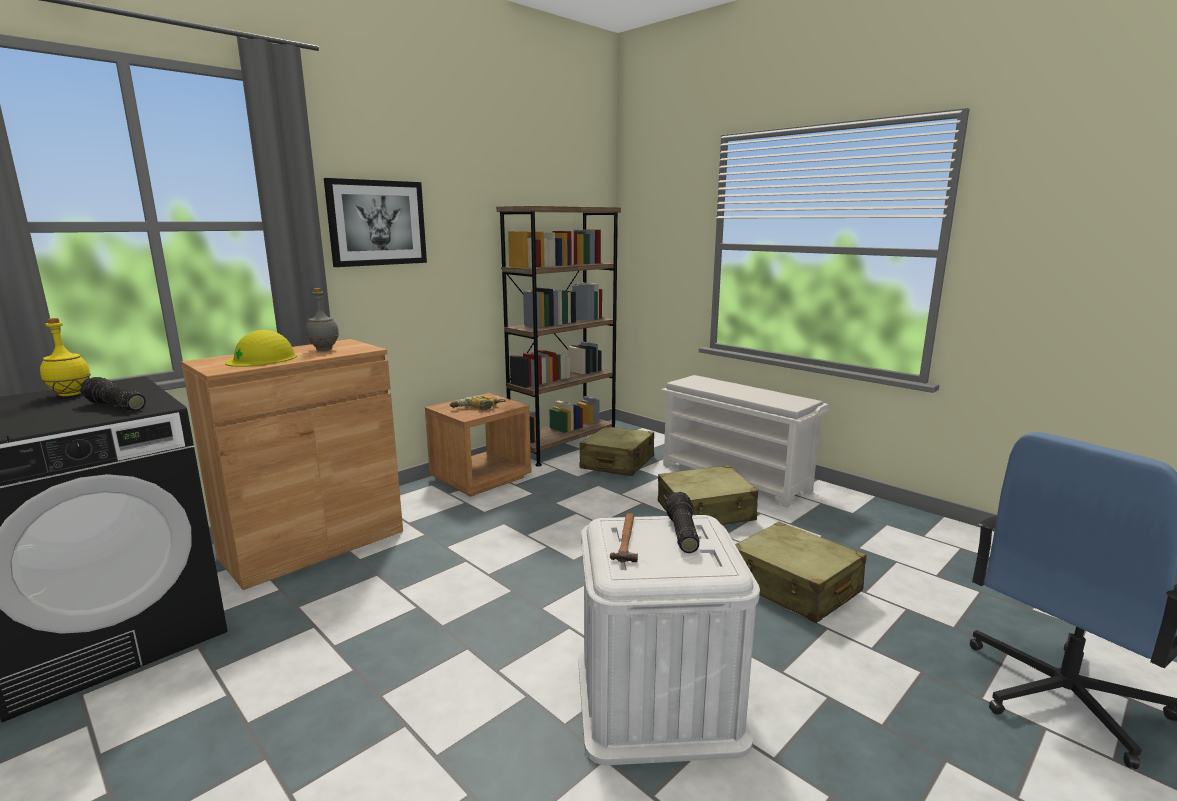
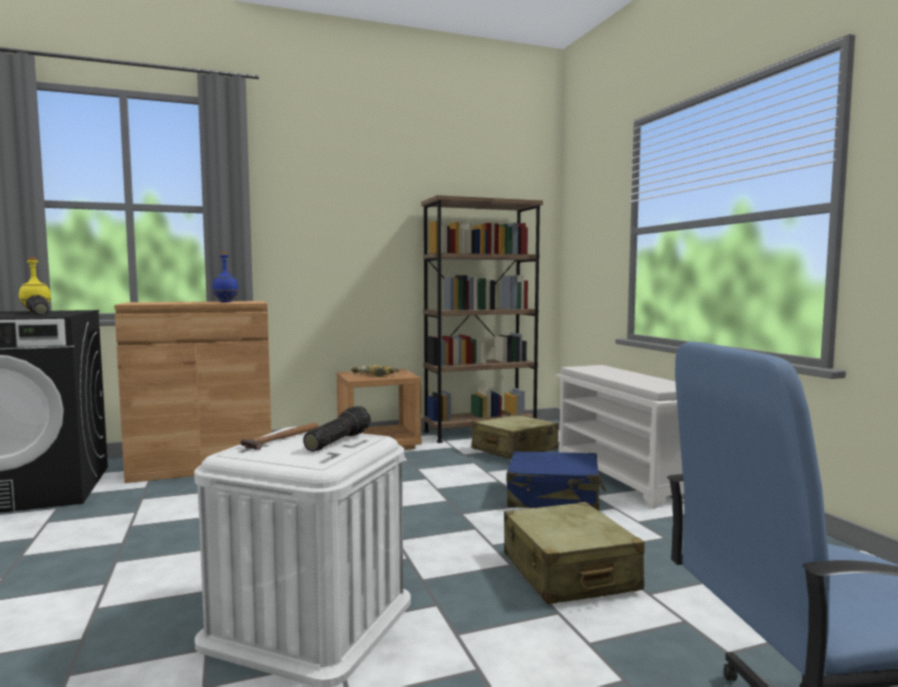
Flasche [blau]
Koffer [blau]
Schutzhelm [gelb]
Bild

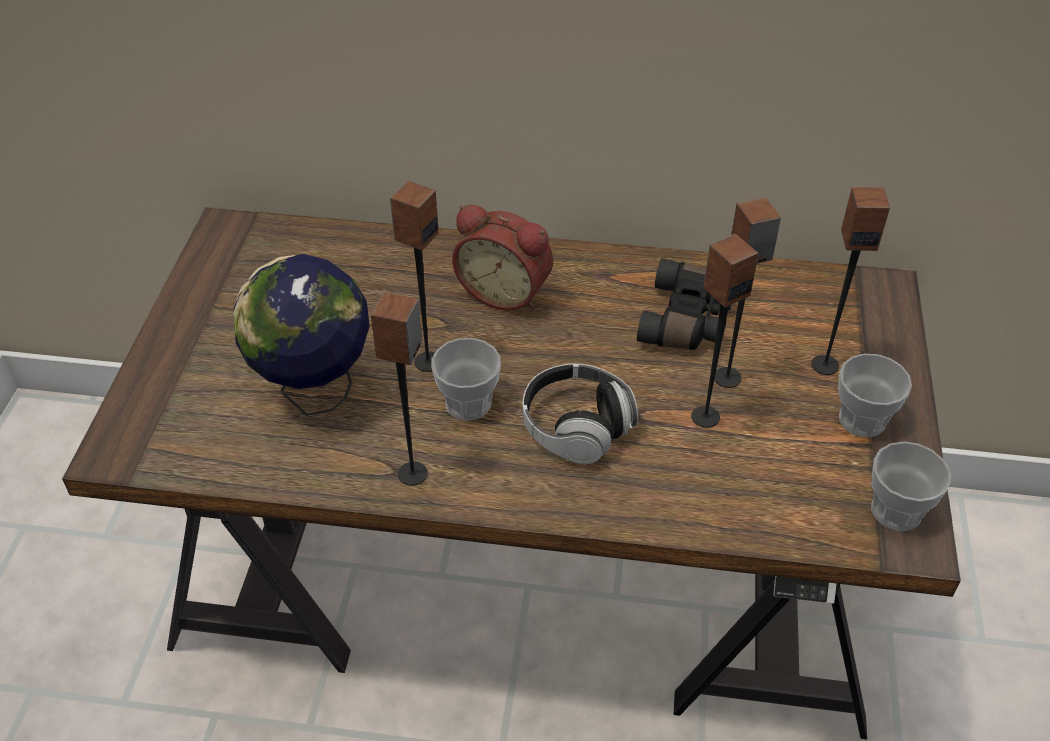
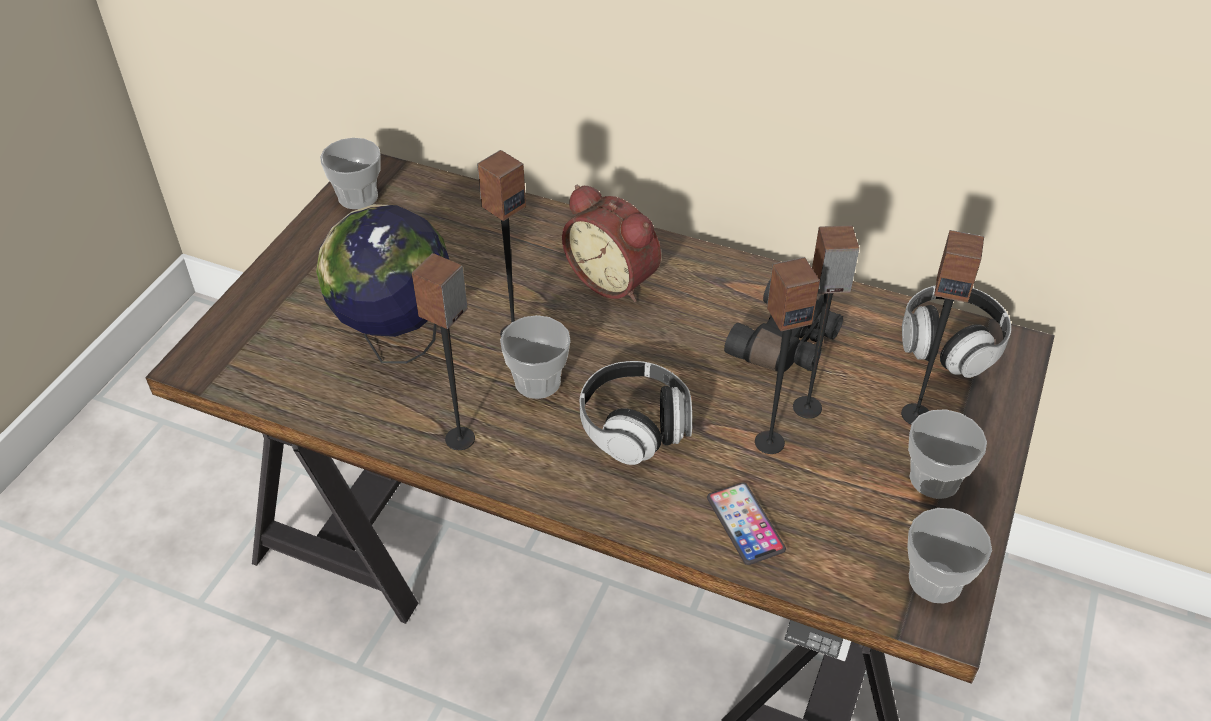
Tasse (no. 1 from left)
Handy
Kopfhörer (no. 2 from left)

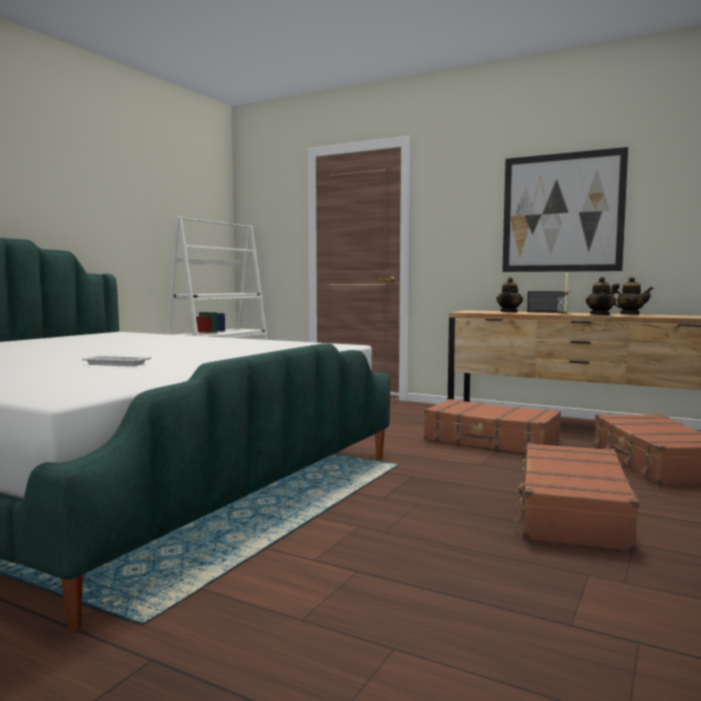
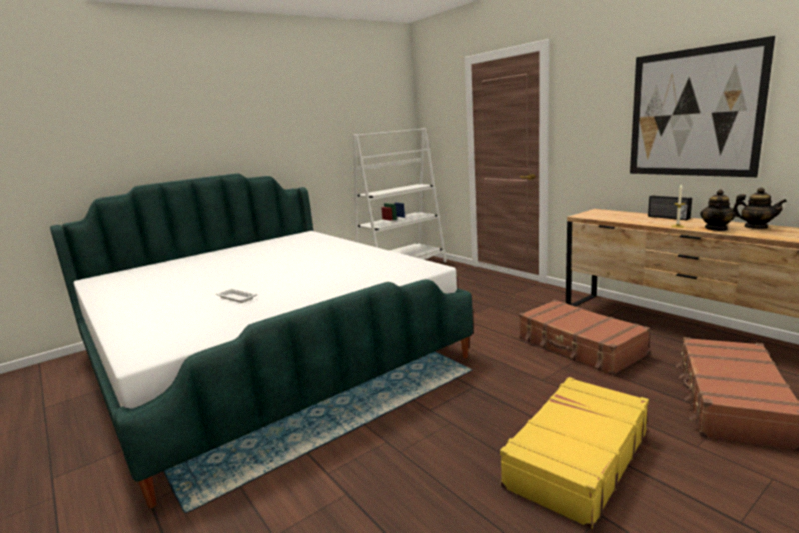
Koffer [gelb]
Teekanne (no. 1 from left in the first image)

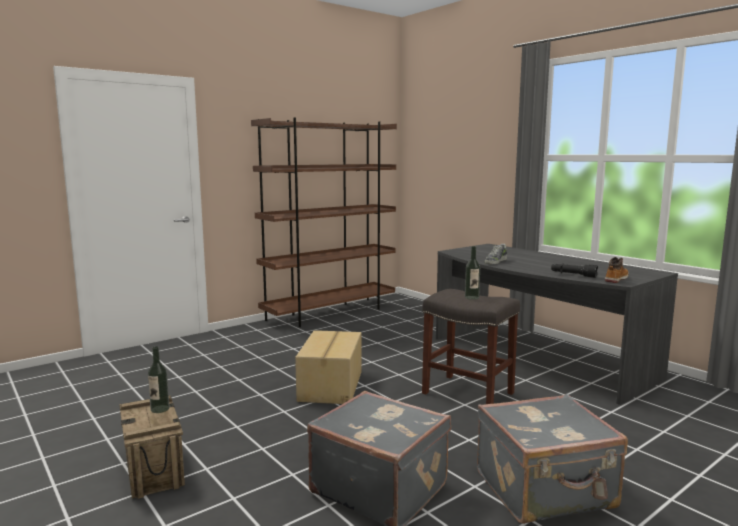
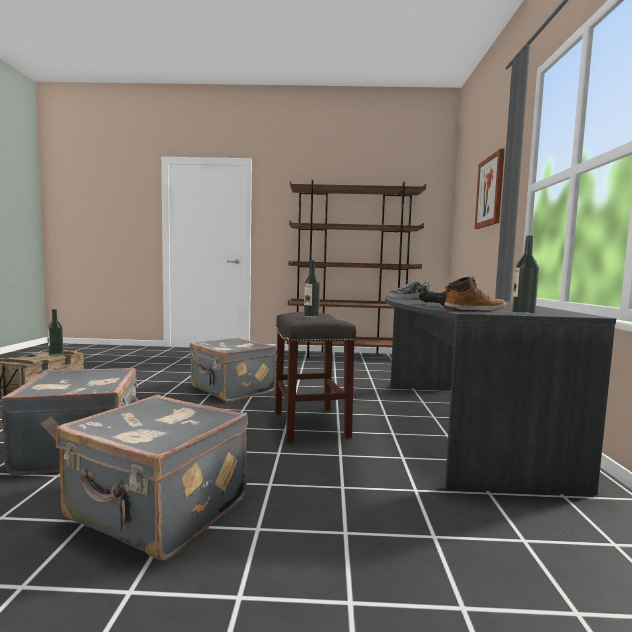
Koffer [grau] (no. 3 from left)
Bild
Flasche (no. 3 from left)

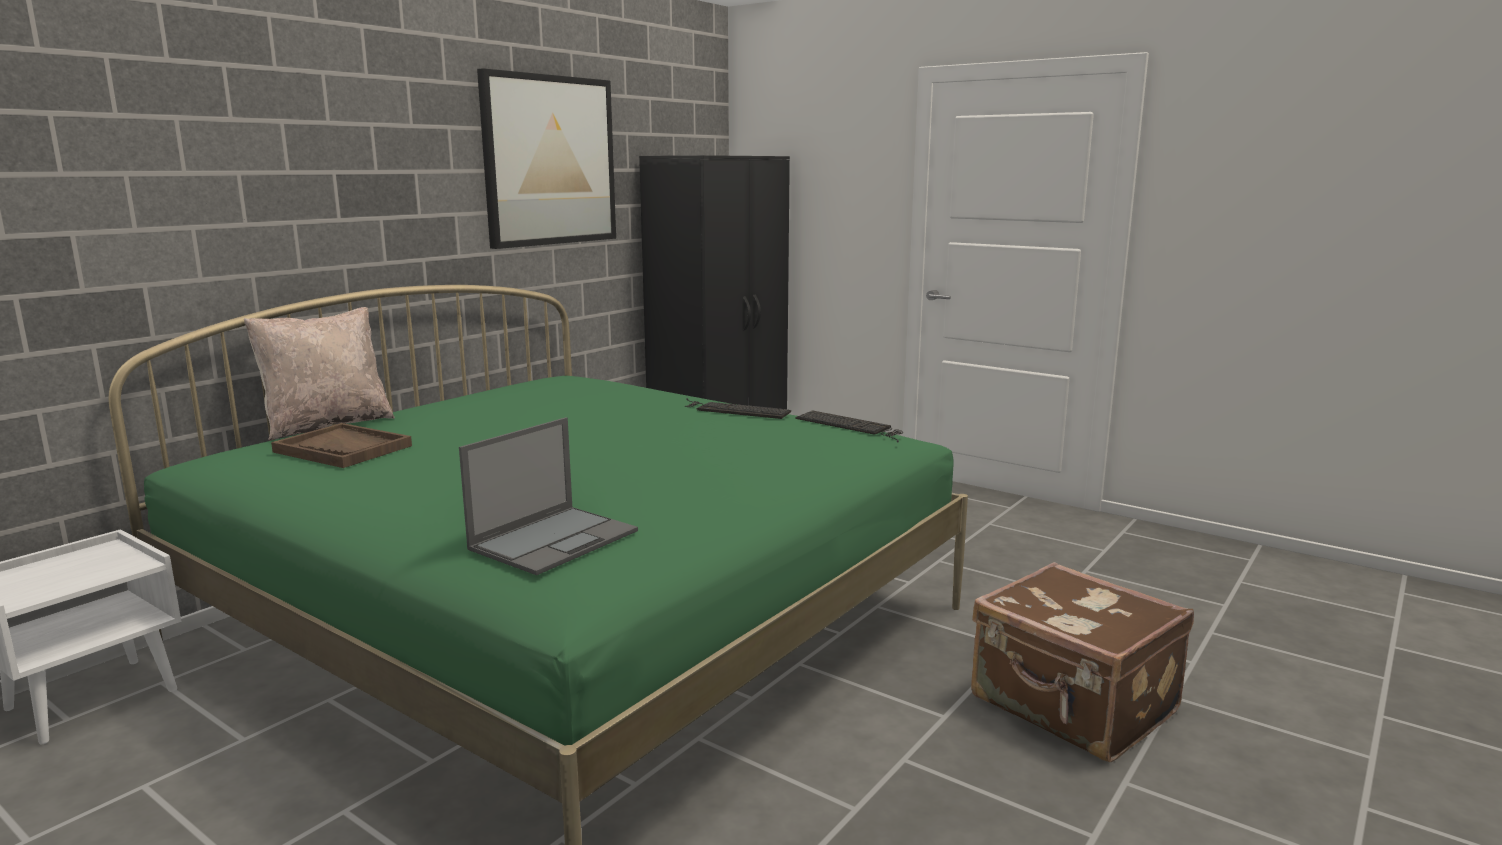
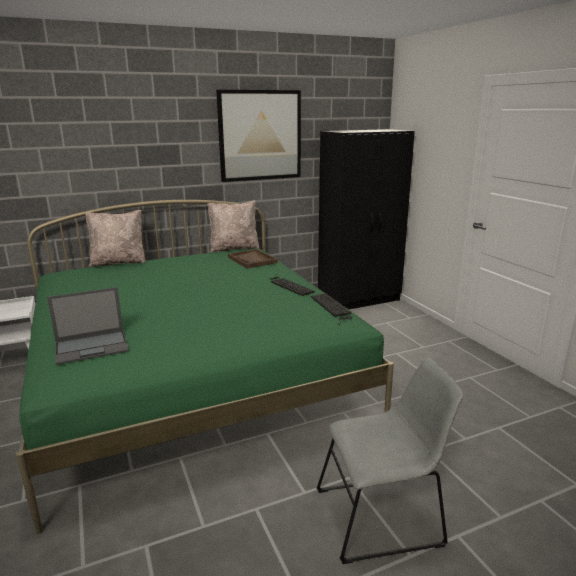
Kissen [beige] (no. 2 from left)
Tablett [braun]
Stuhl [grau]

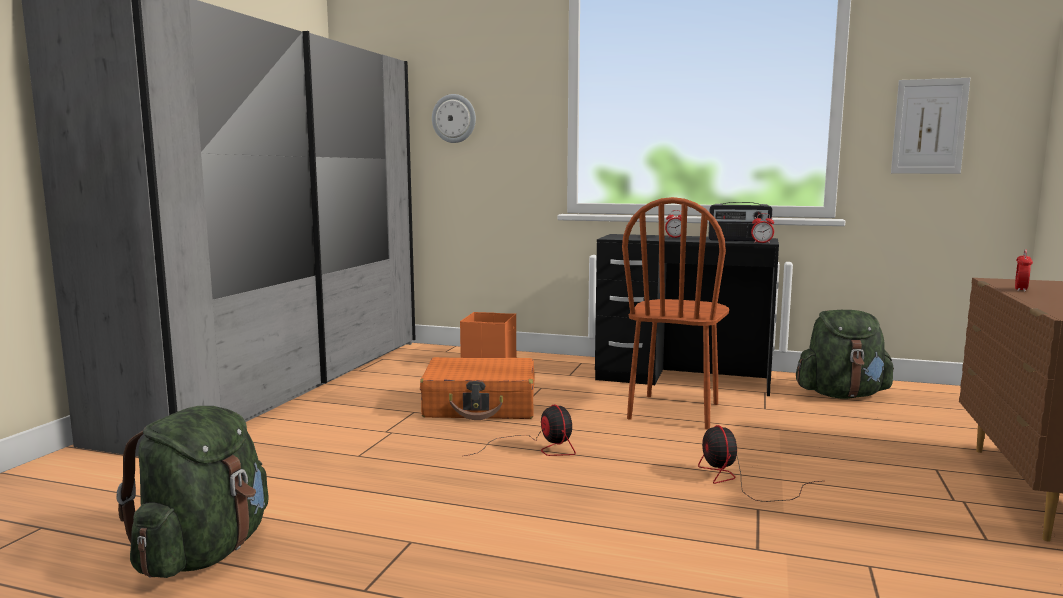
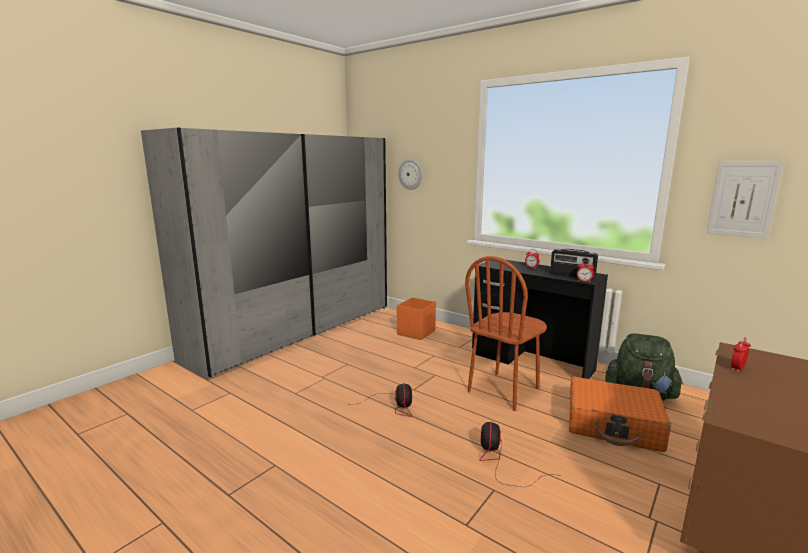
Koffer [orange]
Rucksack [grün] (no. 1 from left in the first image)

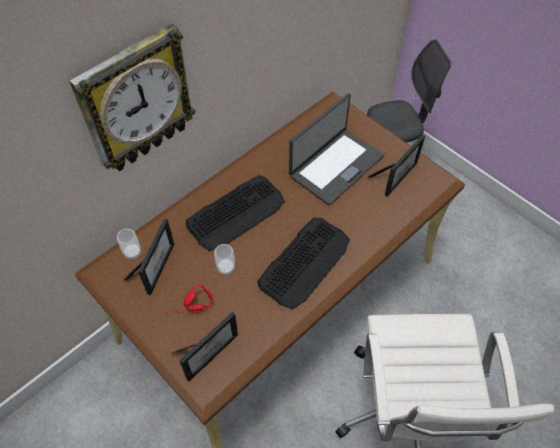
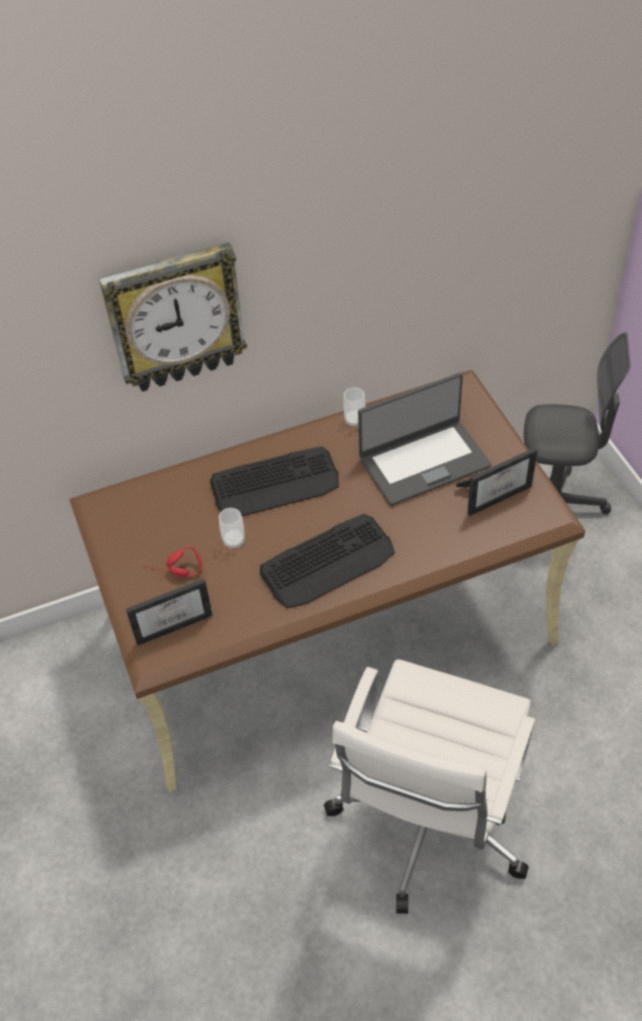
Tasse (no. 2 from left)
Bilderrahmen (no. 1 from left in the first image)

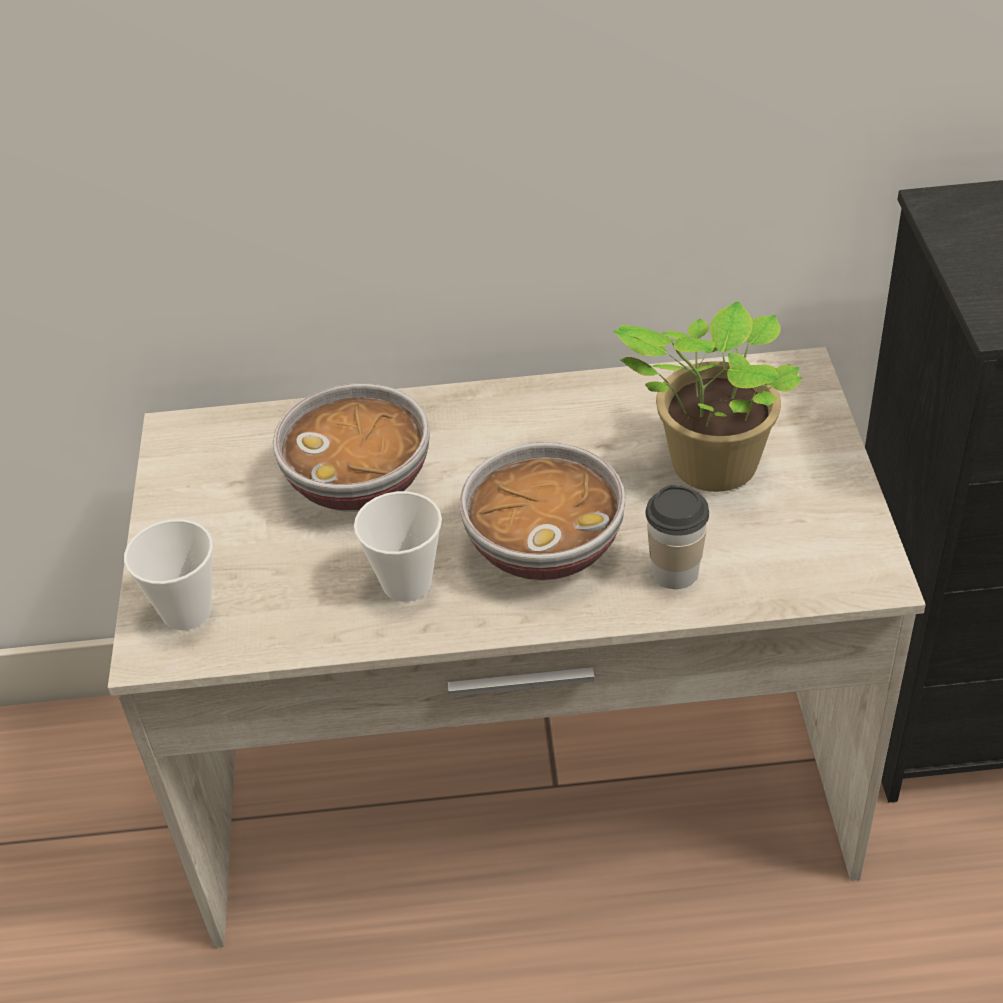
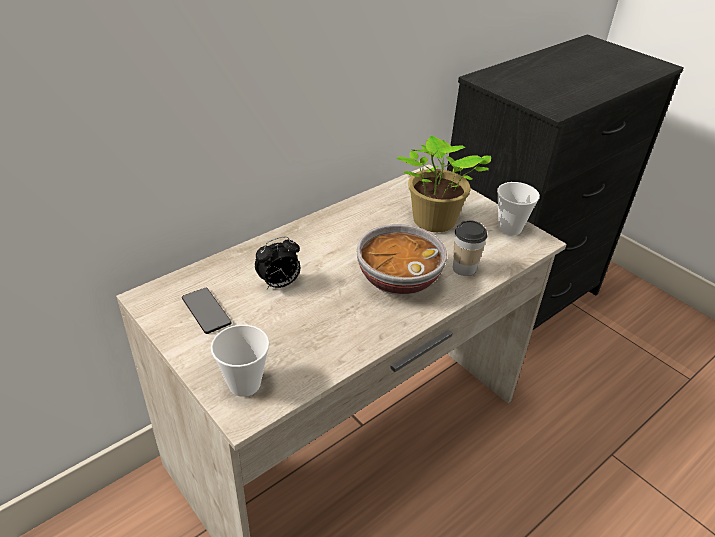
Handy
Wecker
Tasse (no. 3 from left)

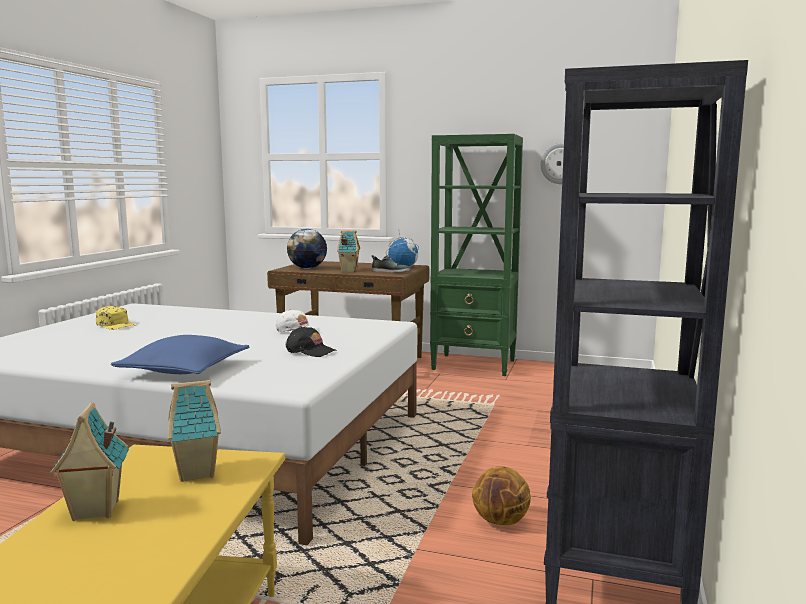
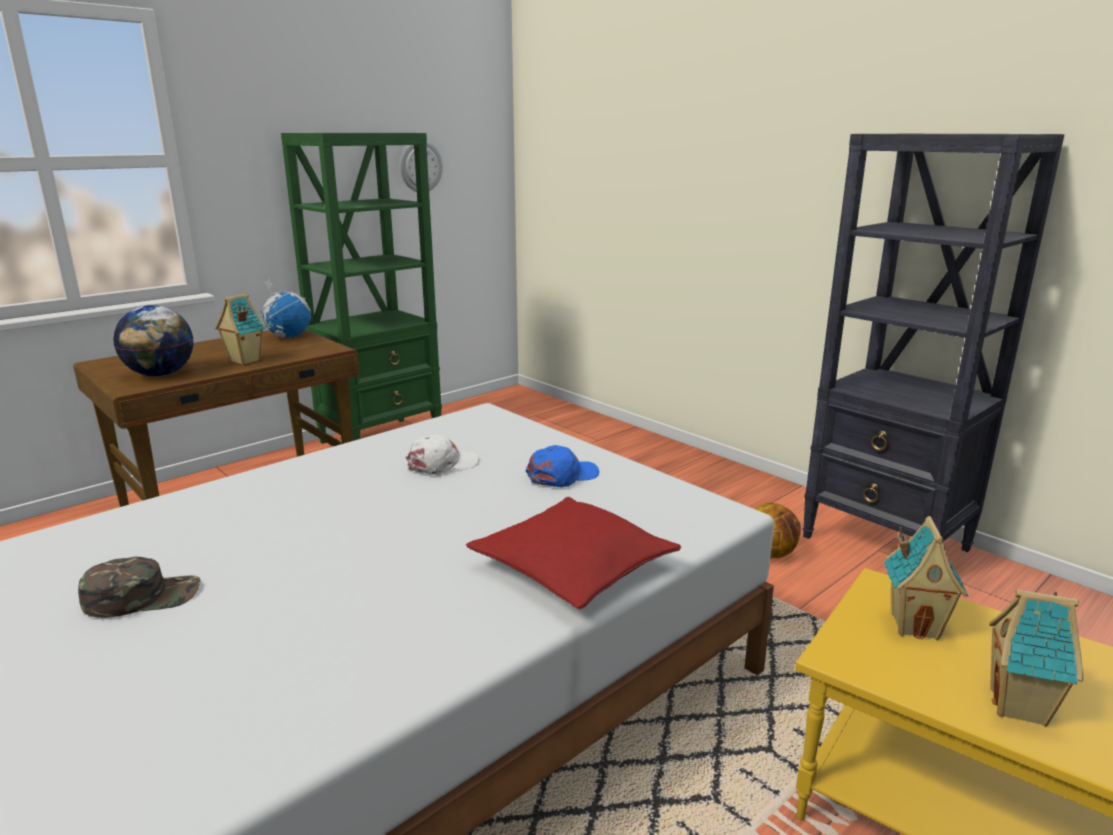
Kappe [grün]
Kissen [rot]
Kappe [blau]
Schuh

